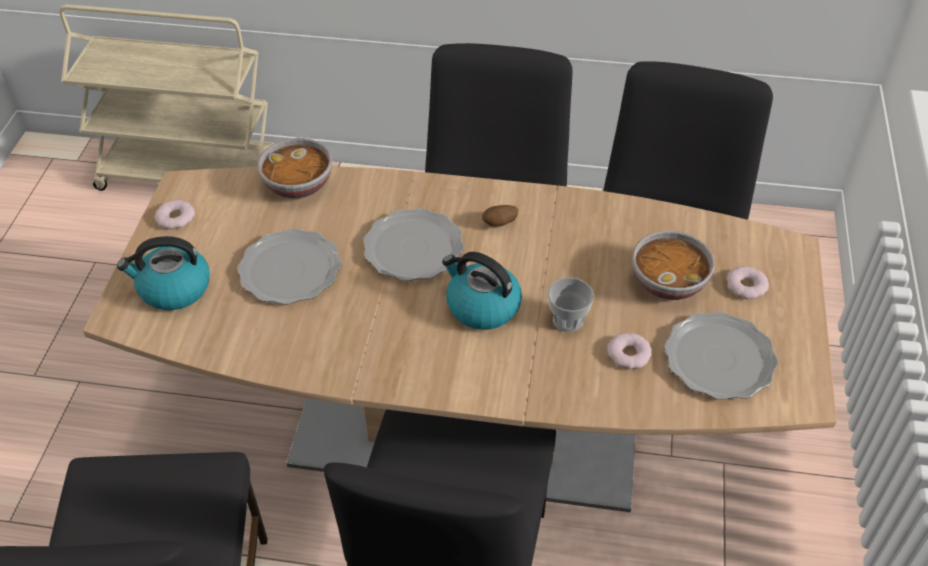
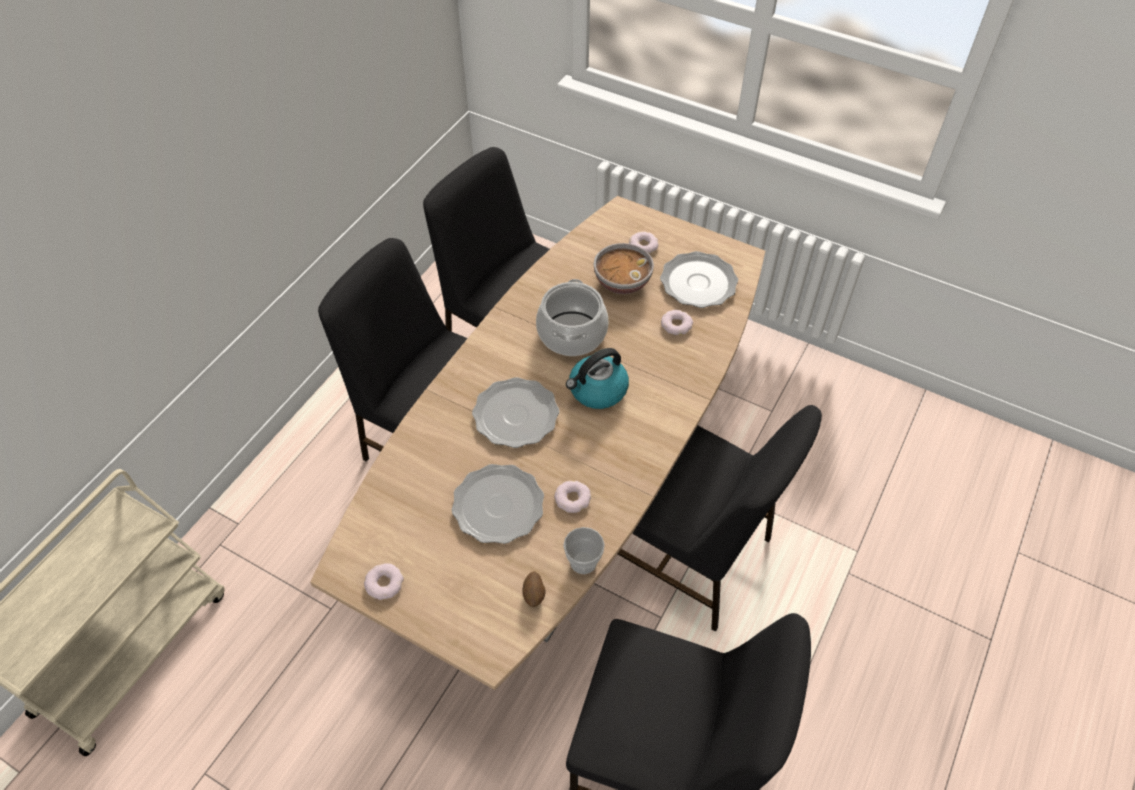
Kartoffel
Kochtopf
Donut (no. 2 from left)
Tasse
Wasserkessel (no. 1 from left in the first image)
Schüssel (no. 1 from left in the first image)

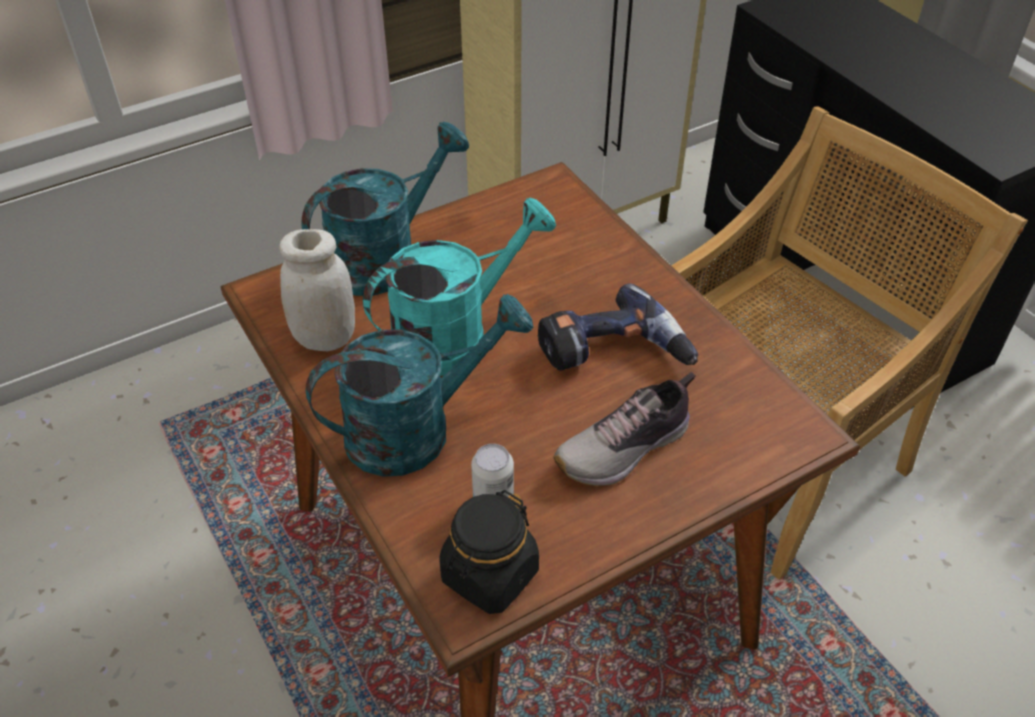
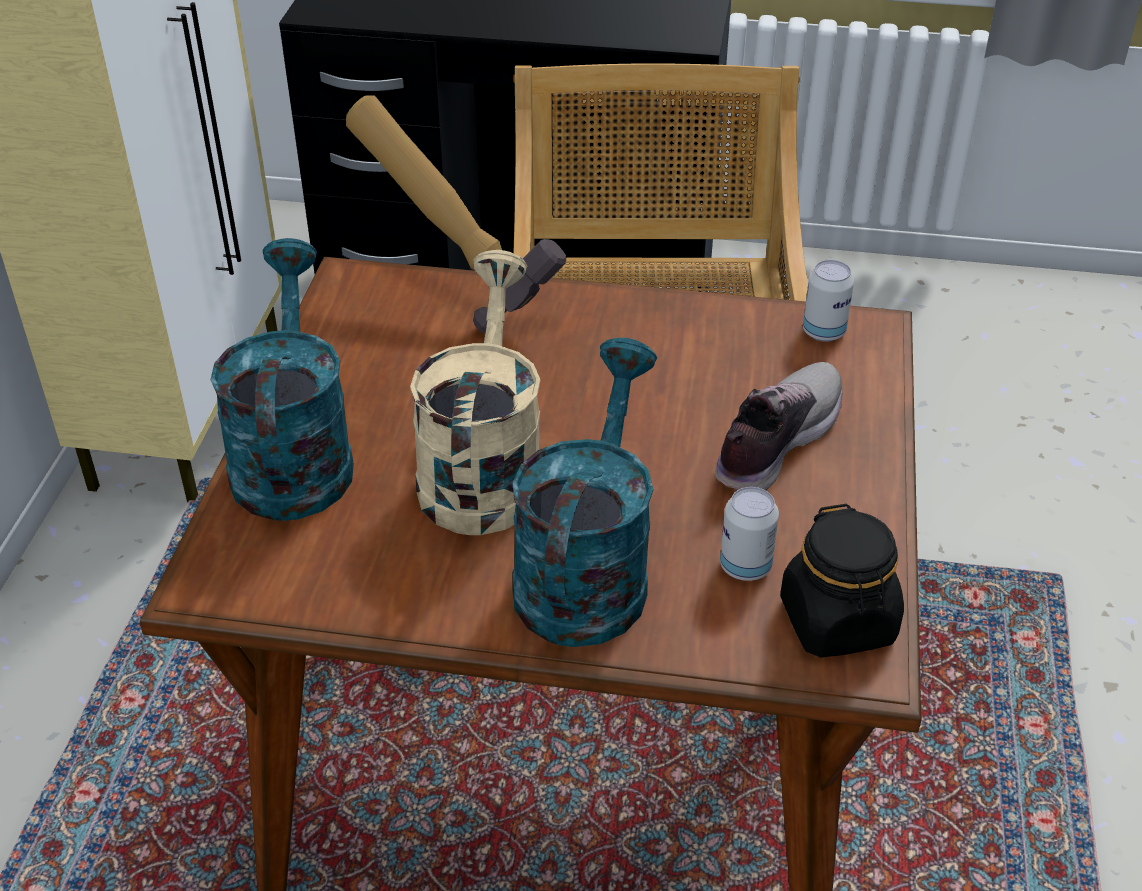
Hammer
Gießkanne [beige]
Schuh
Dose (no. 2 from left)
Vorratsglas [weiß]
Bohrmaschine

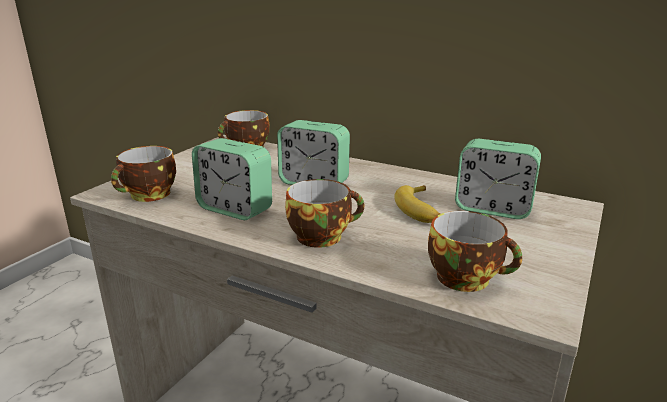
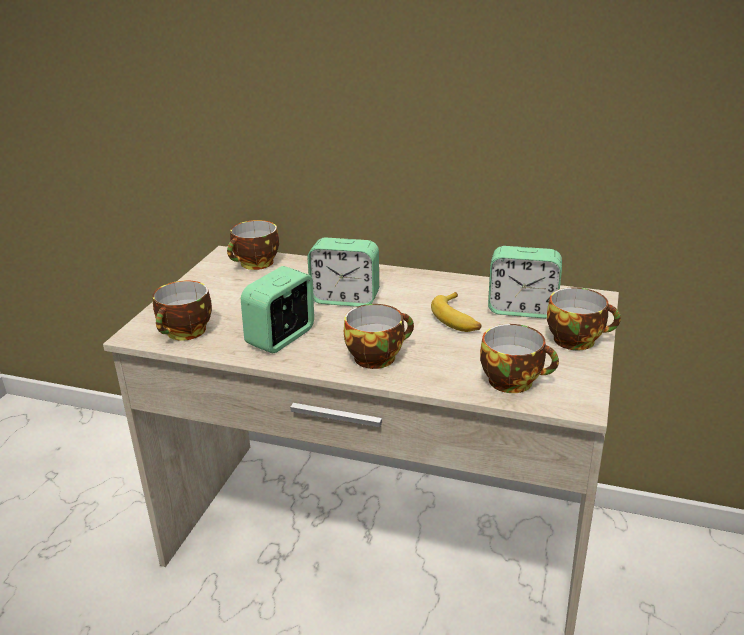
Wecker (no. 1 from left)
Tasse (no. 5 from left)

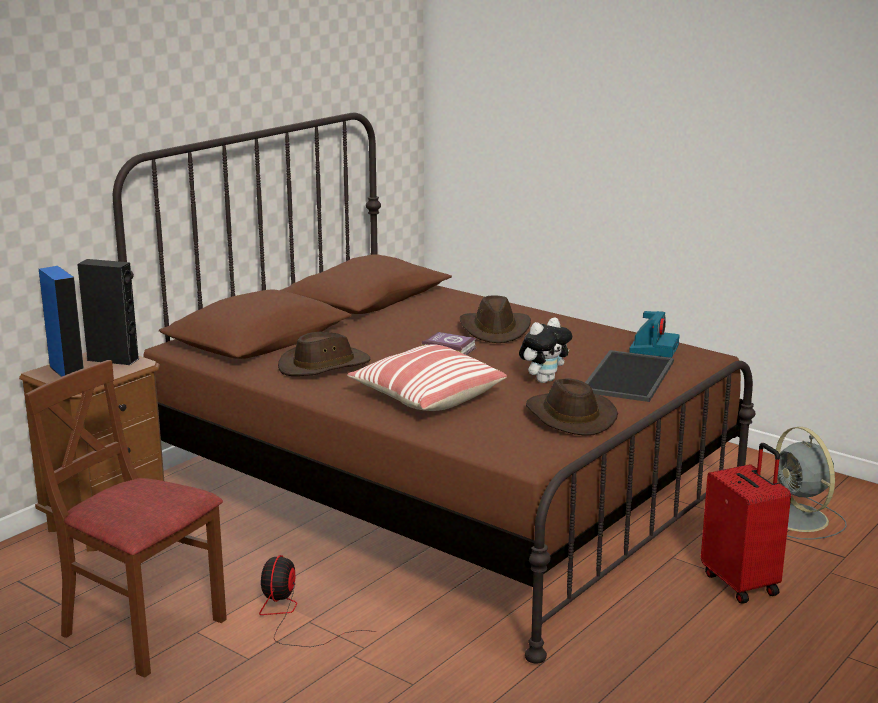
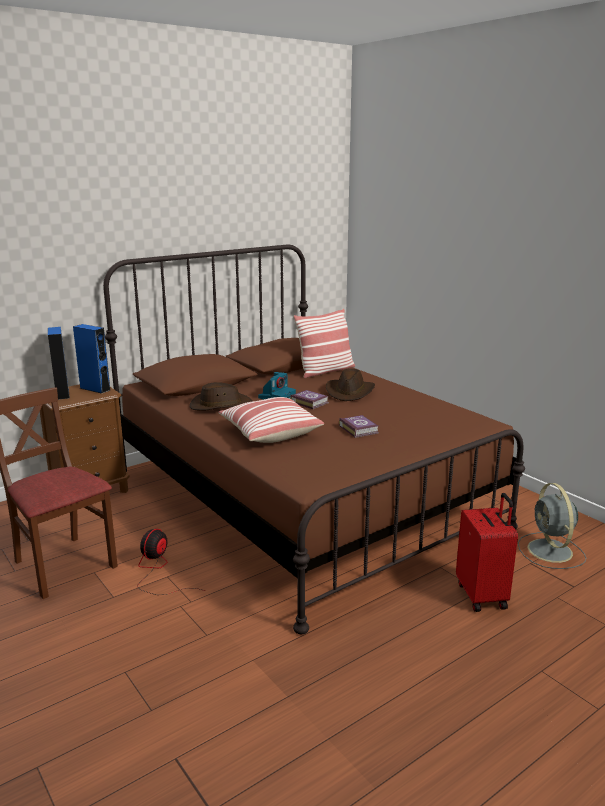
Lautsprecher [blau] (no. 2 from left)
Kamera
Kissen (no. 2 from left)
Buch (no. 2 from left)
Hut [braun] (no. 3 from left in the first image)
Tablett

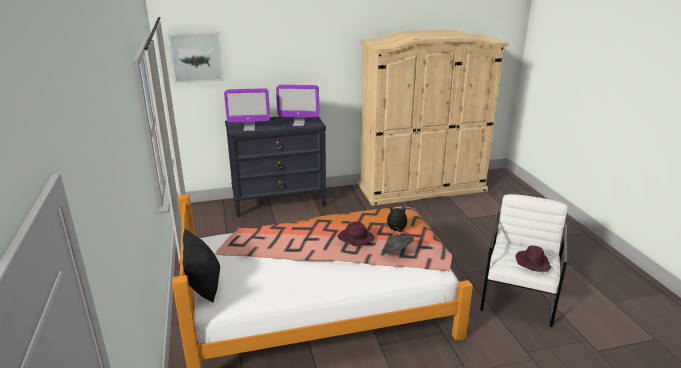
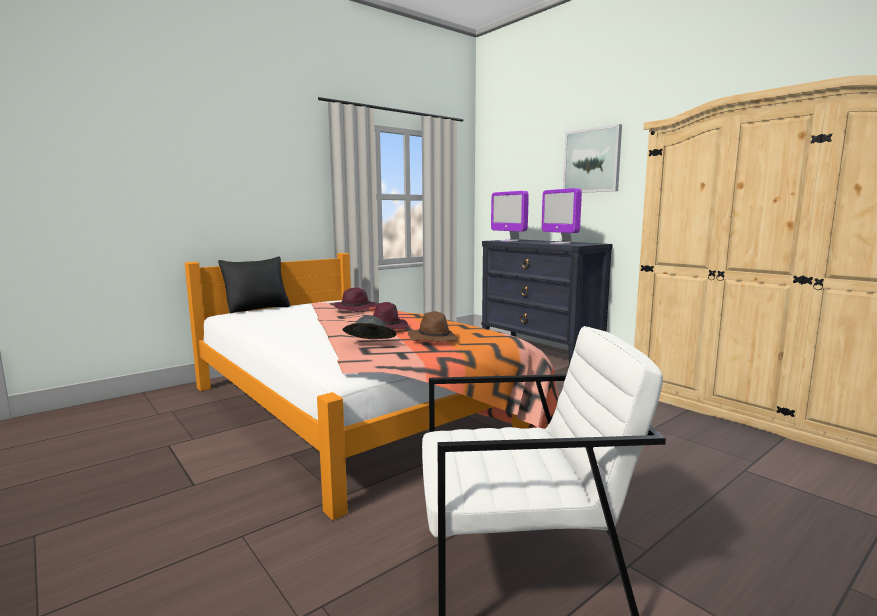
Hut [lila] (no. 1 from left)
Hut [braun]
Bild

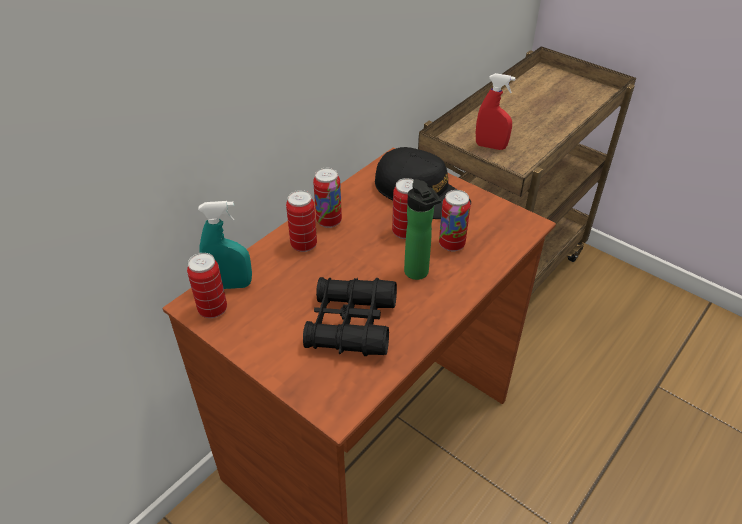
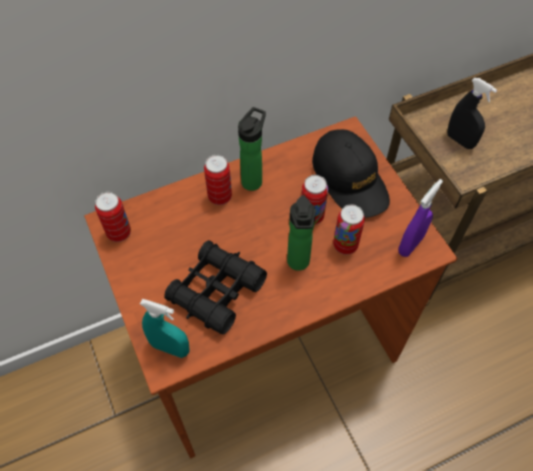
Sprühflasche [türkis]
Flasche (no. 1 from left)
Sprühflasche [lila]
Sprühflasche [schwarz]

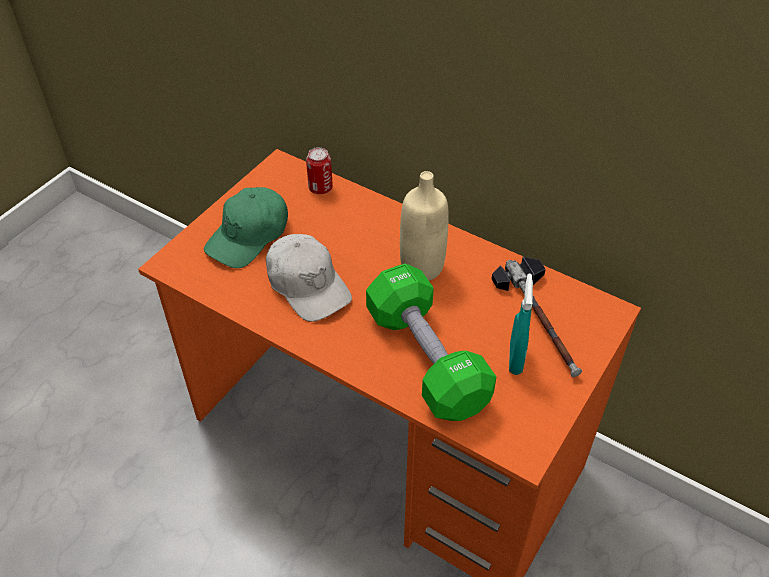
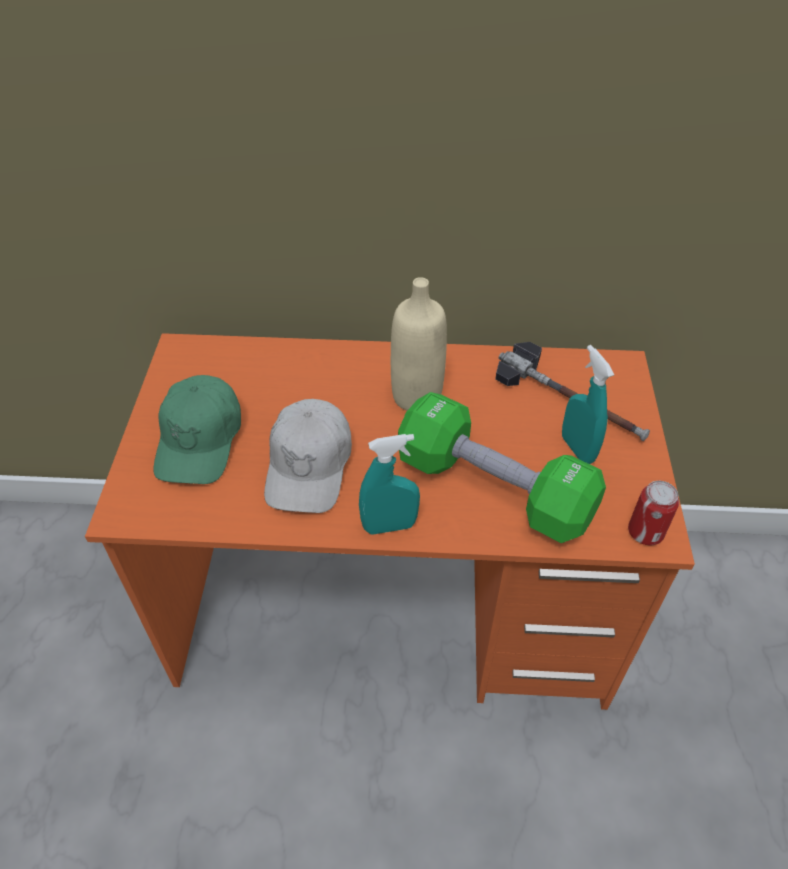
Kappe [weiß]
Sprühflasche [türkis] (no. 1 from left)
Dose

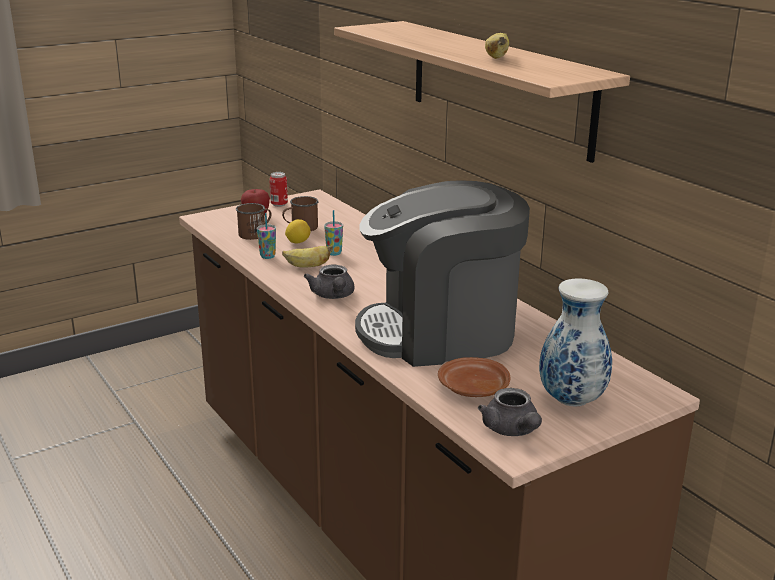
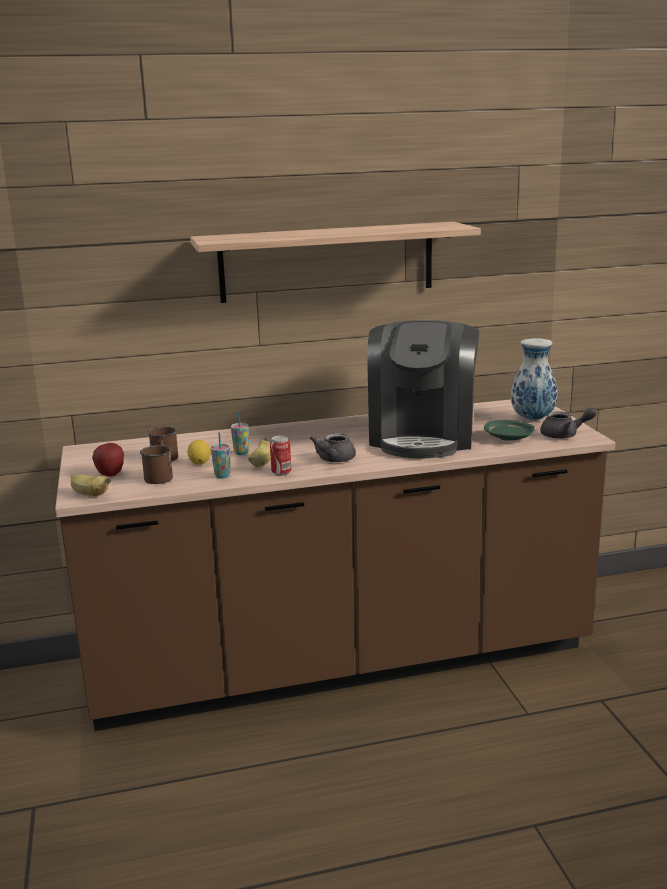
Banane (no. 1 from left)
Dose
Teekanne [grau] (no. 1 from left)
Teller [grün]

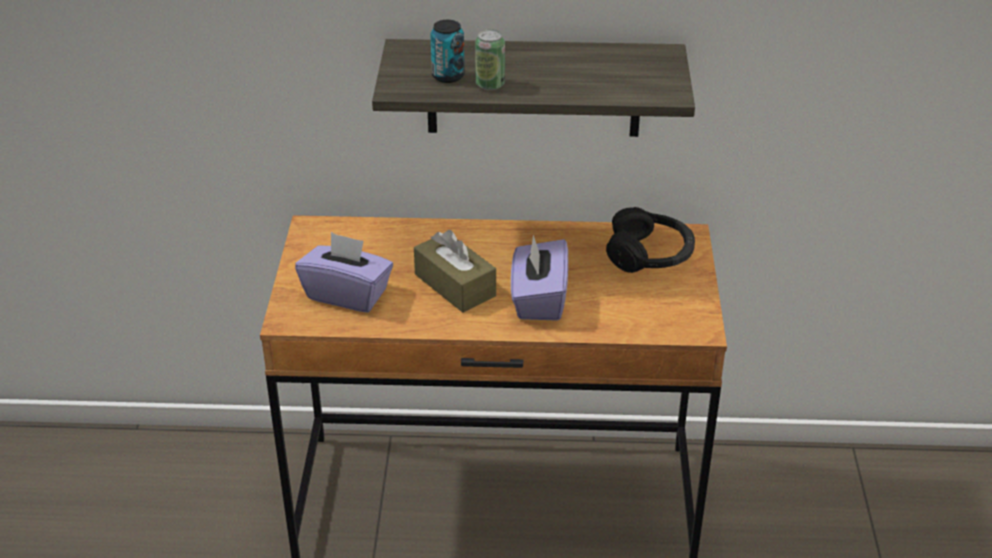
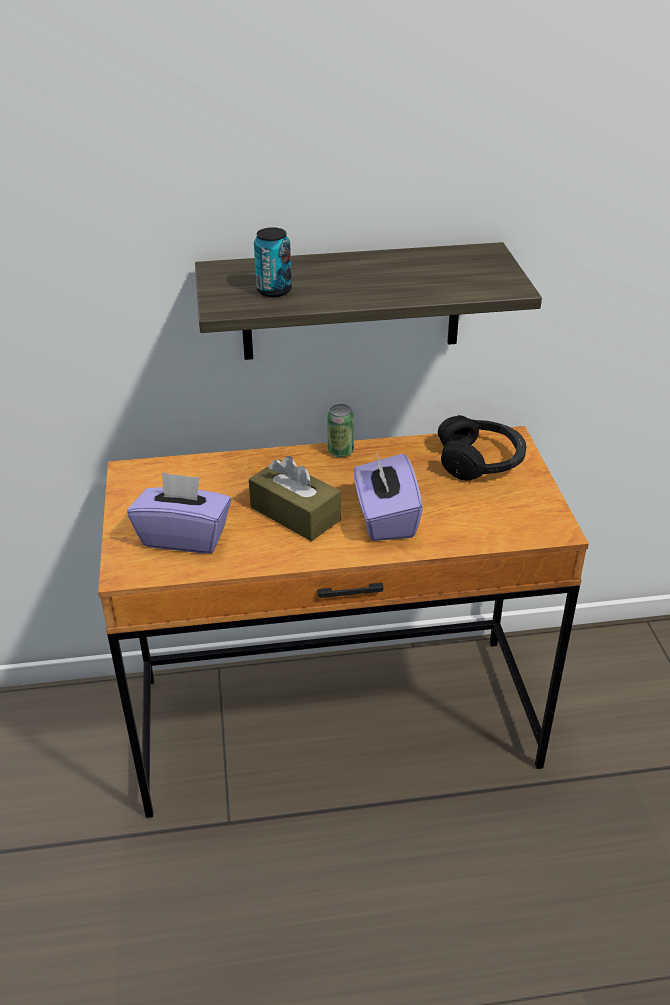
Dose (no. 2 from left)

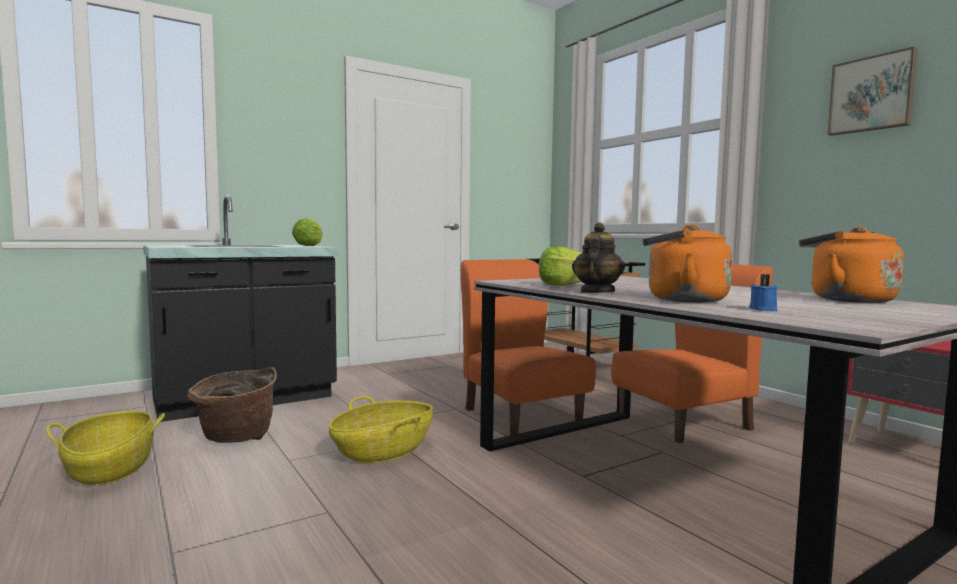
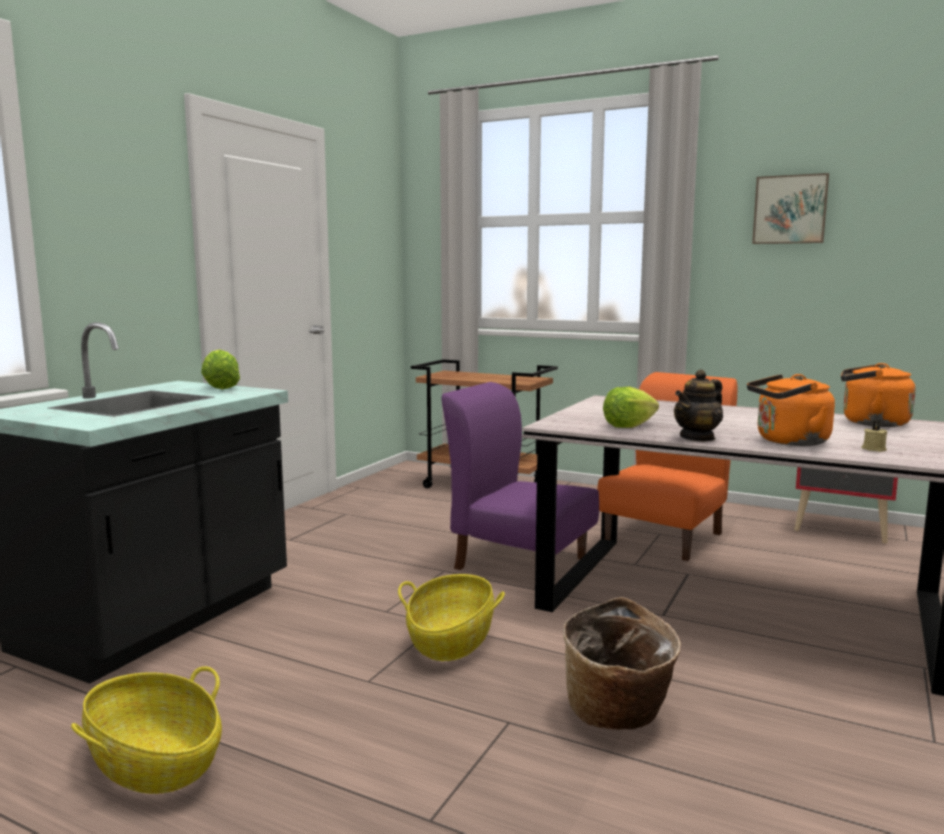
Stuhl [lila]
Korb (no. 3 from left)
Teekanne
Kerze [beige]

